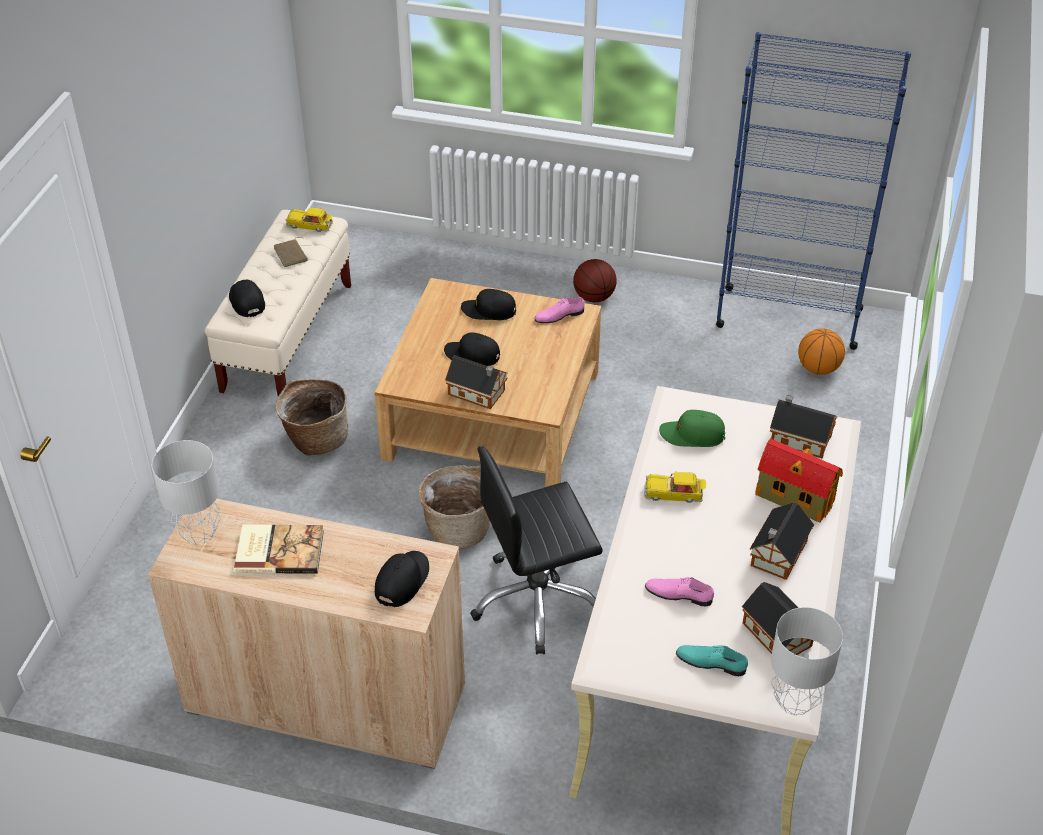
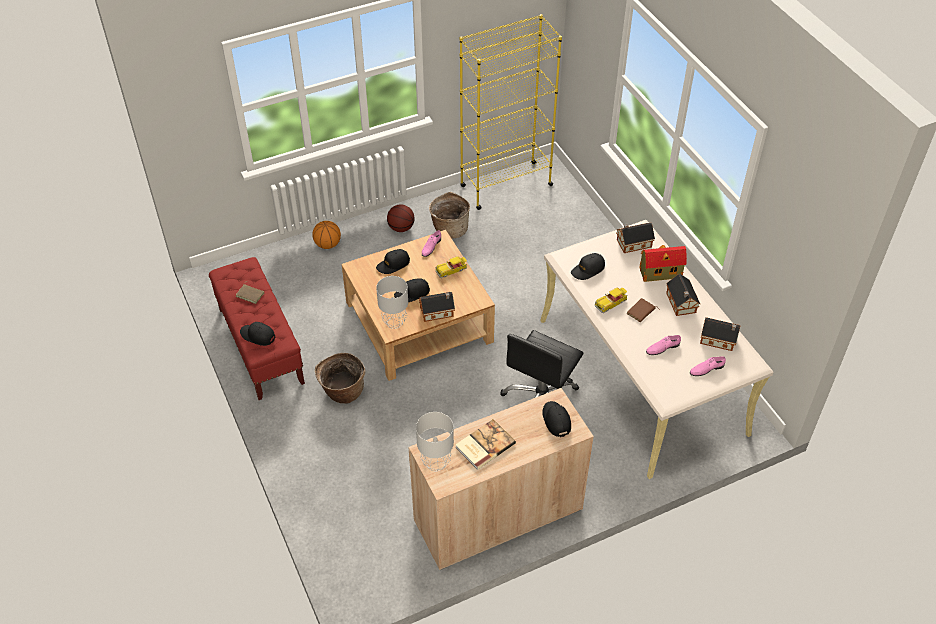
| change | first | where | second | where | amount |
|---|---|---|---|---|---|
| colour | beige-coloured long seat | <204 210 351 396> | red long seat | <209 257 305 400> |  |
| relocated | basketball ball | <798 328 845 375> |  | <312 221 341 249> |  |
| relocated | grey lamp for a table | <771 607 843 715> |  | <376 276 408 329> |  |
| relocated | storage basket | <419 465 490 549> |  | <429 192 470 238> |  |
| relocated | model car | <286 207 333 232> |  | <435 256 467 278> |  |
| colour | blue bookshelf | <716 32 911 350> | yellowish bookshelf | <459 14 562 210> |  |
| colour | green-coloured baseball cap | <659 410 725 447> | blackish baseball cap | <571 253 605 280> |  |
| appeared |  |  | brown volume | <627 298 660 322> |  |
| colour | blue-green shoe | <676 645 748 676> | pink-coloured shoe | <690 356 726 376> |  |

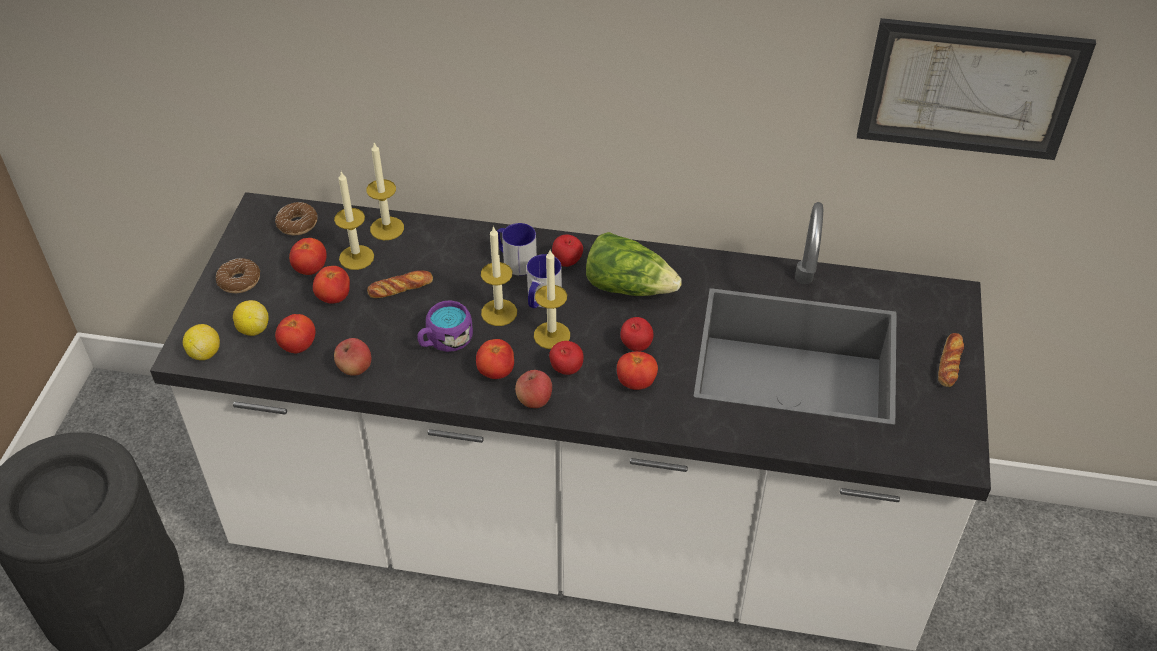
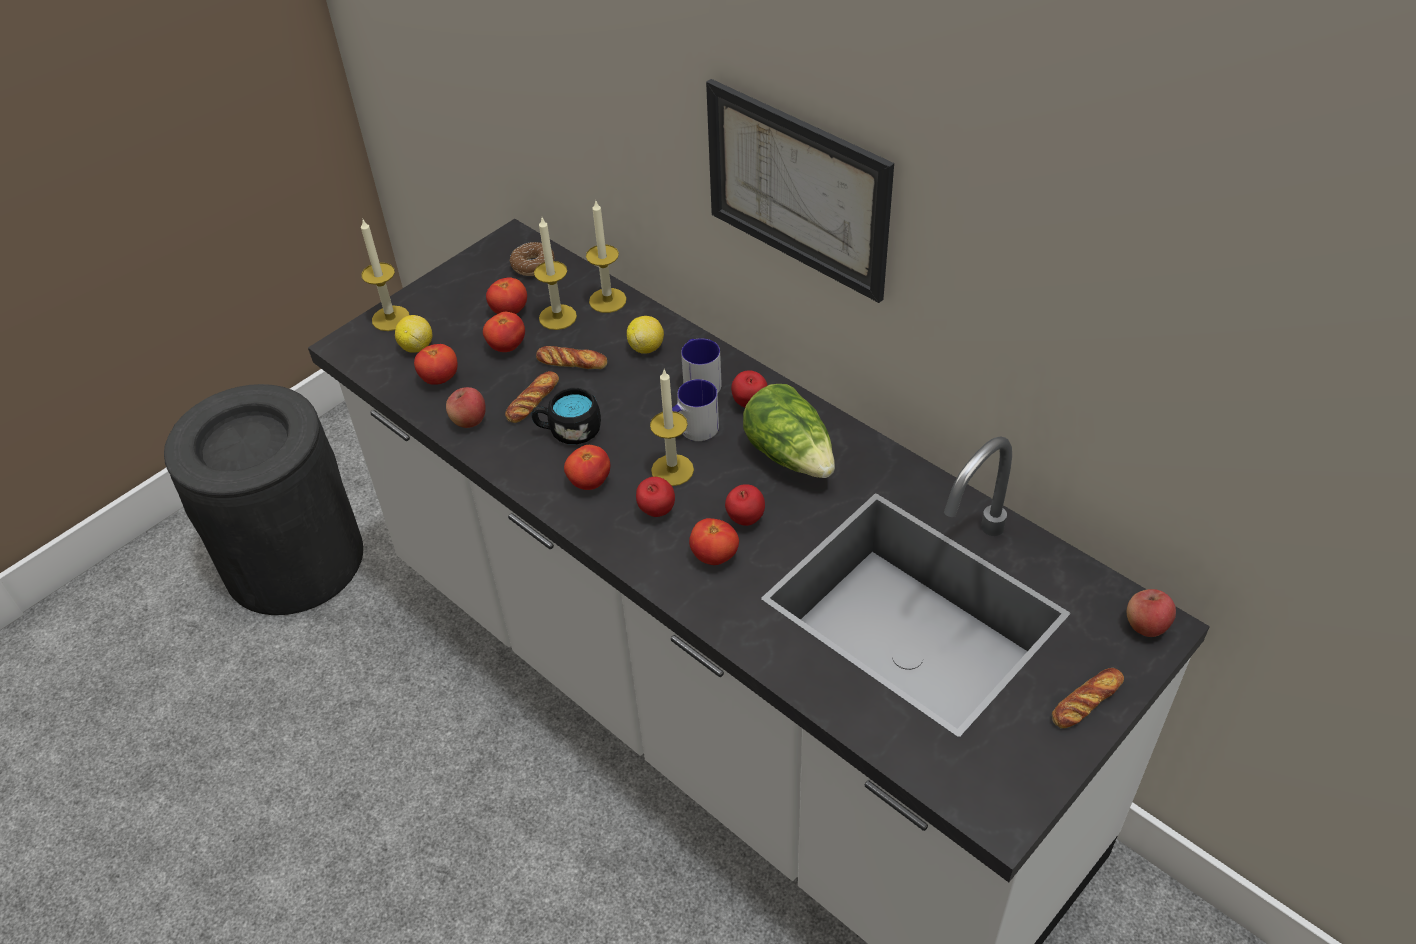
| change | first | where | second | where | amount |
|---|---|---|---|---|---|
| relocated | wax light | <481 226 517 326> |  | <361 220 409 331> |  |
| appeared |  |  | bread | <505 371 559 423> |  |
| colour | purplish tea mug | <417 300 473 352> | blackish tea mug | <531 388 601 444> |  |
| relocated | whole lemon | <183 324 220 360> |  | <627 316 664 354> |  |
| relocated | picture | <857 18 1096 160> |  | <706 79 894 303> |  |
| relocated | apple fruit | <515 370 552 408> |  | <1127 589 1176 637> |  |
| missing | doughnut | <216 258 260 293> |  |  |  |

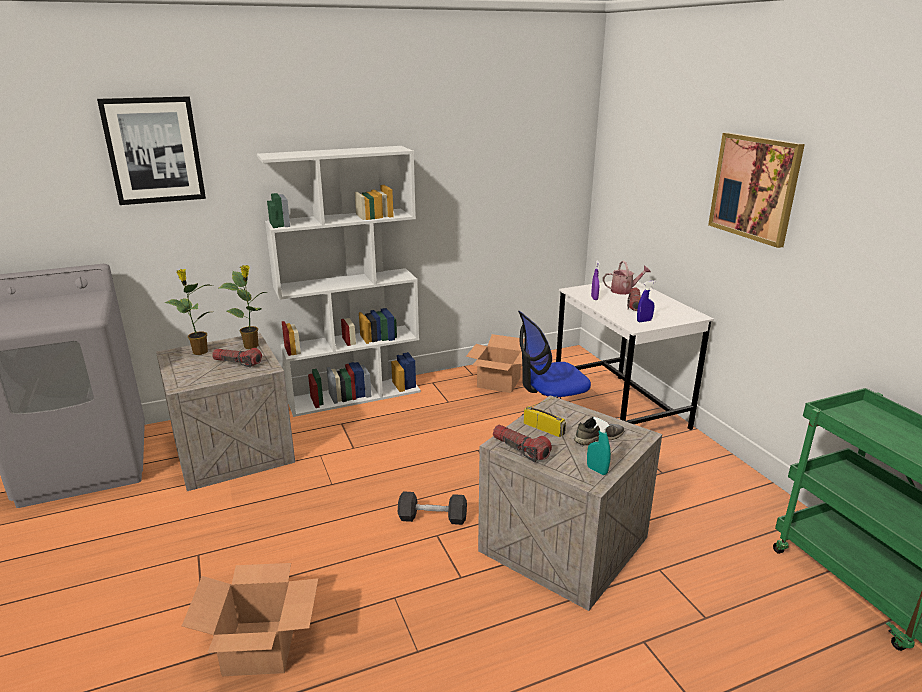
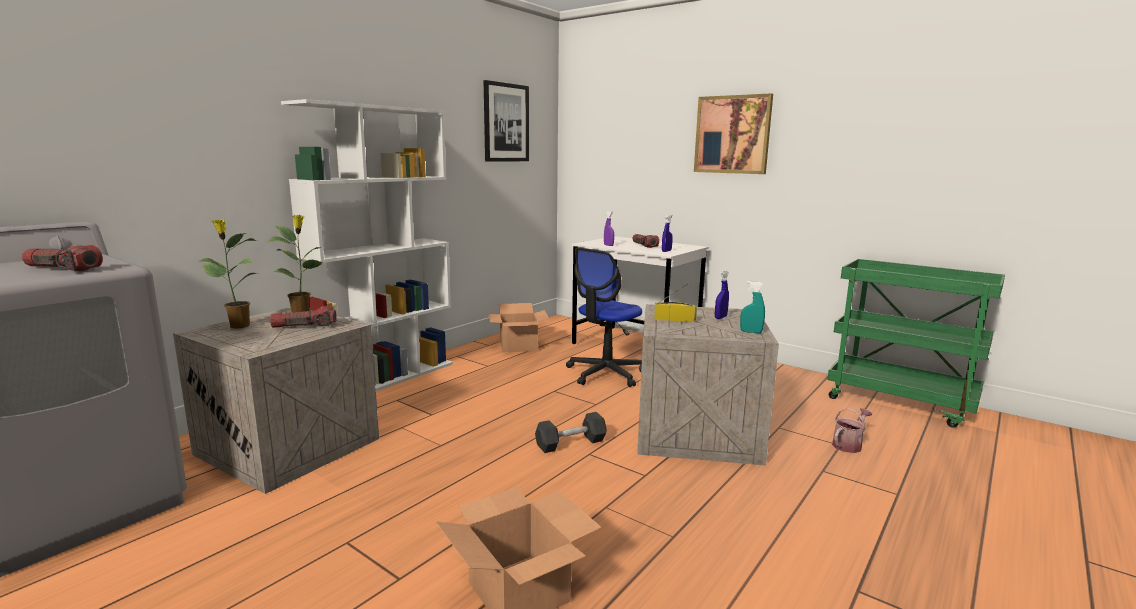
| change | first | where | second | where | amount |
|---|---|---|---|---|---|
| relocated | hand torch | <493 425 552 462> |  | <22 245 103 271> |  |
| relocated | picture | <97 96 206 205> |  | <484 80 529 161> |  |
| exchanged | grey shoe | <574 417 624 445> | blue hand sprayer | <715 270 729 319> |  |
| relocated | watering pot | <603 261 651 295> |  | <832 408 872 453> |  |

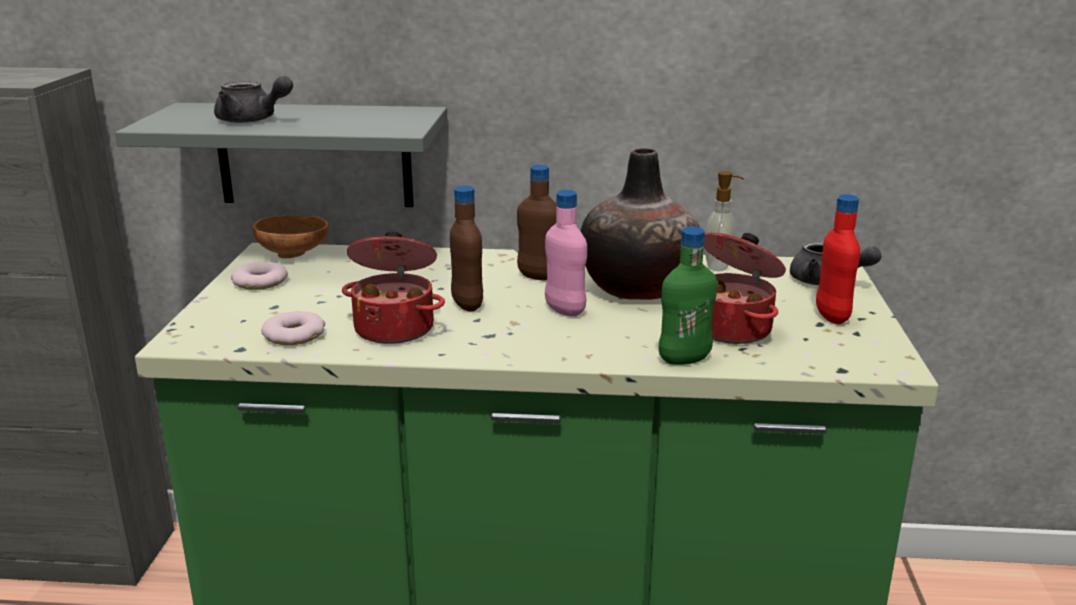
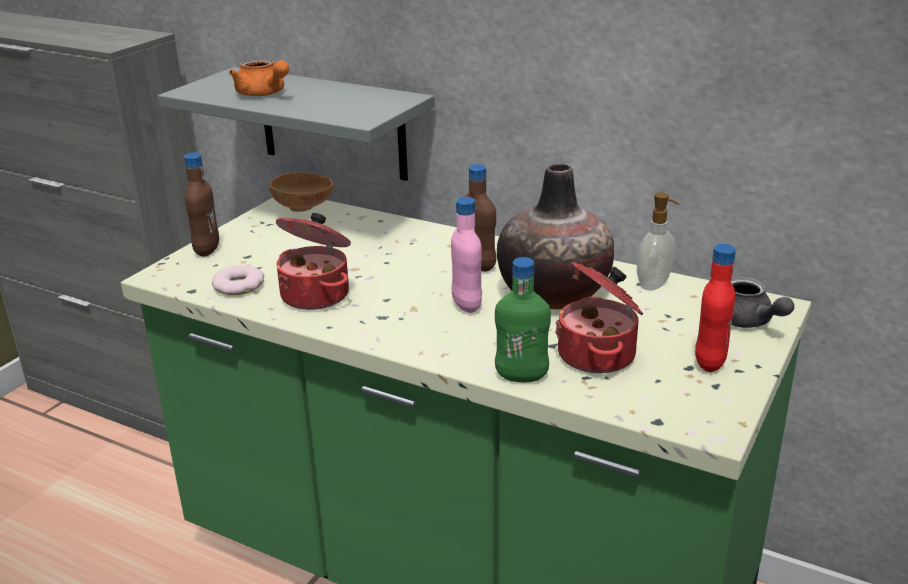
| change | first | where | second | where | amount |
|---|---|---|---|---|---|
| relocated | brown drink bottle | <450 185 483 312> |  | <184 153 219 257> |  |
| colour | grey tea pot | <214 76 293 123> | orange-coloured tea pot | <229 58 289 96> |  |
| missing | doughnut | <231 262 288 290> |  |  |  |

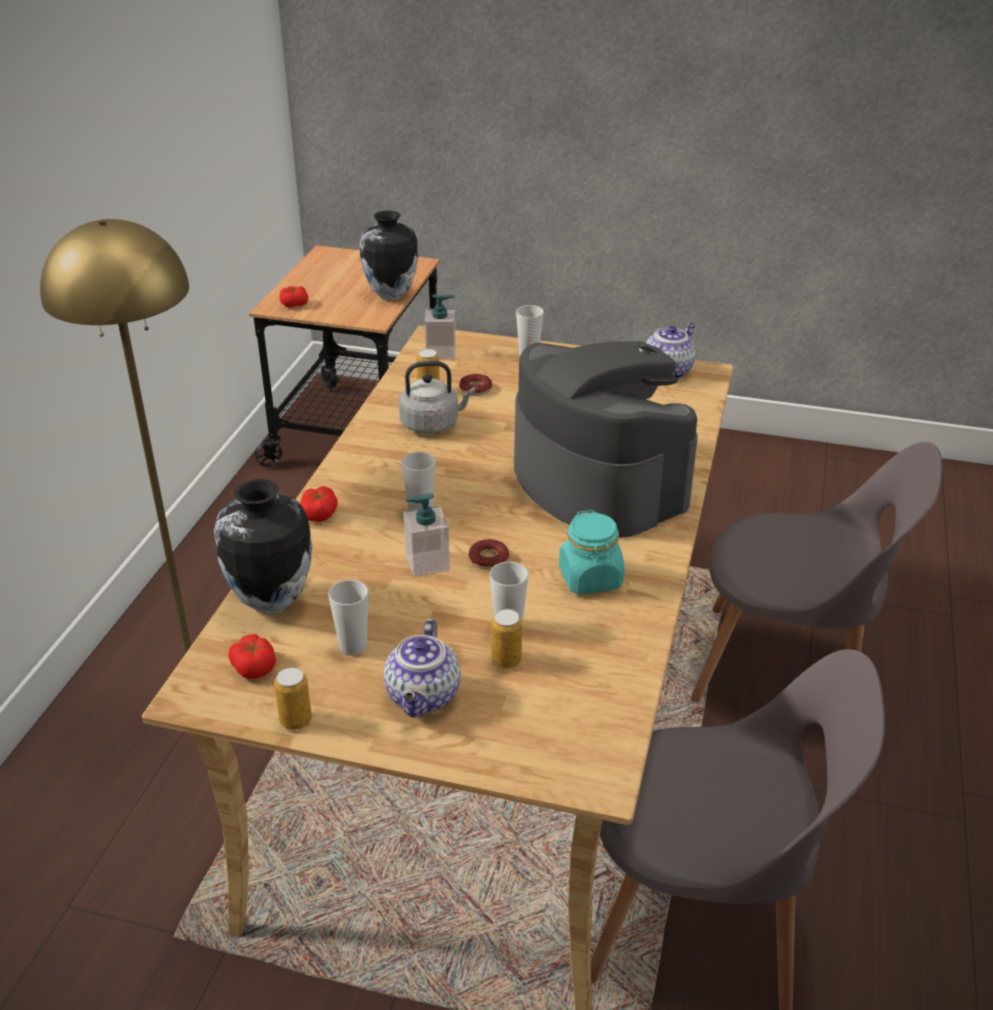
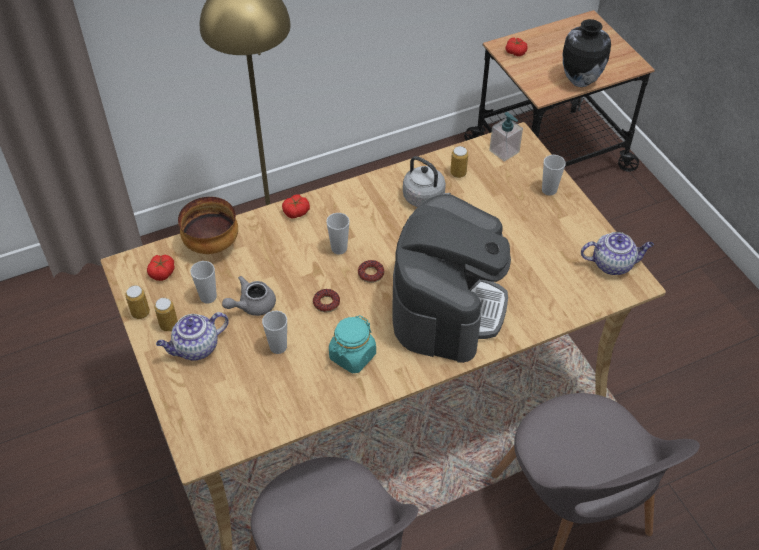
| change | first | where | second | where | amount |
|---|---|---|---|---|---|
| relocated | metal can | <491 609 522 668> |  | <154 298 178 331> |  |
| exchanged | vase | <214 479 312 614> | deep dish | <178 197 238 254> |  |
| appeared |  |  | grey tea pot | <222 276 276 316> |  |
| relocated | doughnut | <459 374 492 396> |  | <358 260 384 283> |  |
| missing | soap dispenser | <403 493 450 577> |  |  |  |

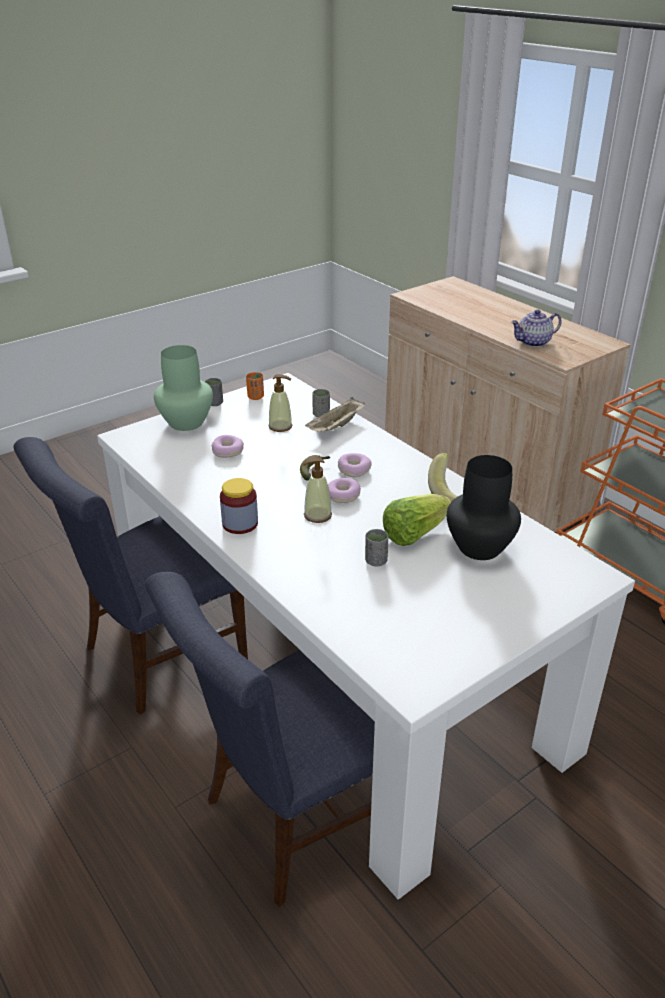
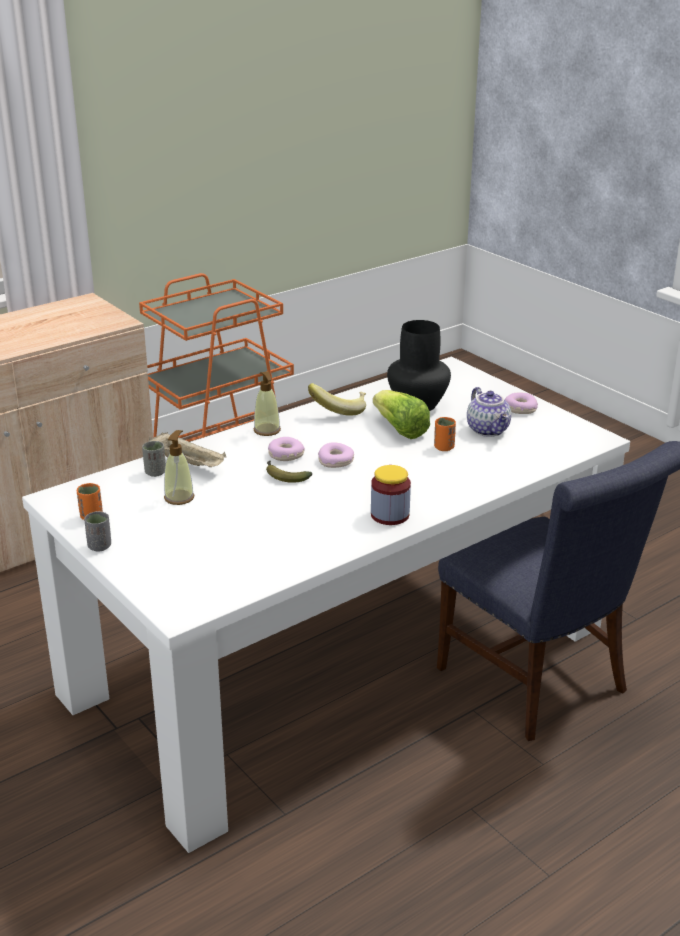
| change | first | where | second | where | amount |
|---|---|---|---|---|---|
| relocated | soap dispenser | <302 457 332 523> |  | <253 371 281 436> |  |
| colour | grey drinking cup | <365 529 388 567> | orange-coloured drinking cup | <434 417 456 451> |  |
| relocated | tea pot | <511 310 562 347> |  | <467 387 511 437> |  |
| relocated | doughnut | <211 435 244 458> |  | <505 393 538 414> |  |
| missing | blue chair | <13 437 248 715> |  |  |  |
| missing | green-coloured vase | <154 345 213 431> |  |  |  |

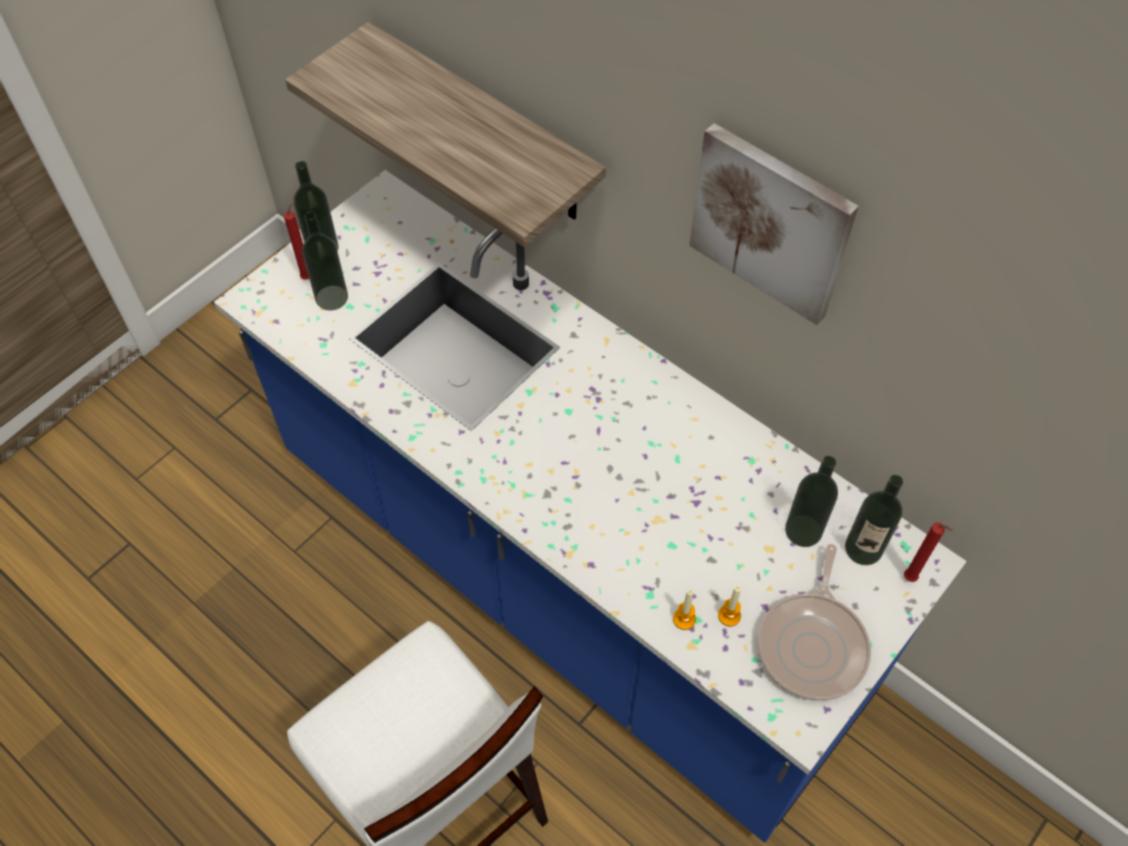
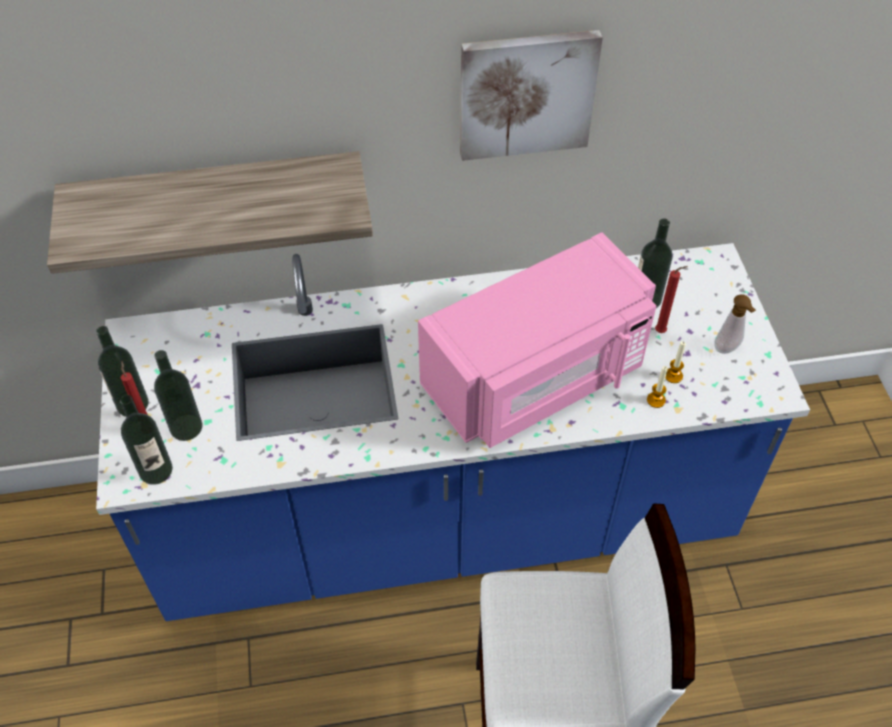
| change | first | where | second | where | amount |
|---|---|---|---|---|---|
| relocated | drink bottle | <845 475 903 565> |  | <120 395 173 485> |  |
| appeared |  |  | pink-coloured microwave oven | <418 232 656 448> |  |
| relocated | red wax light | <904 522 953 582> |  | <655 266 688 333> |  |
| exchanged | frying pan | <757 544 871 701> | soap dispenser | <714 294 756 354> |  |

